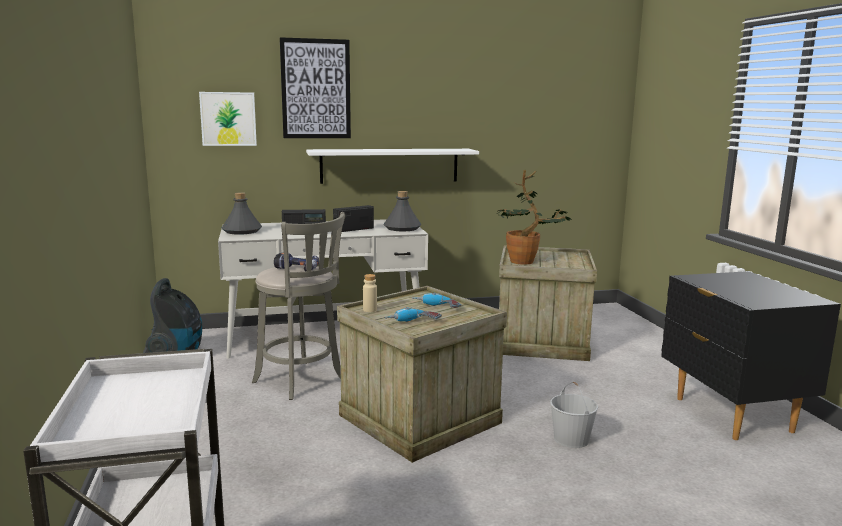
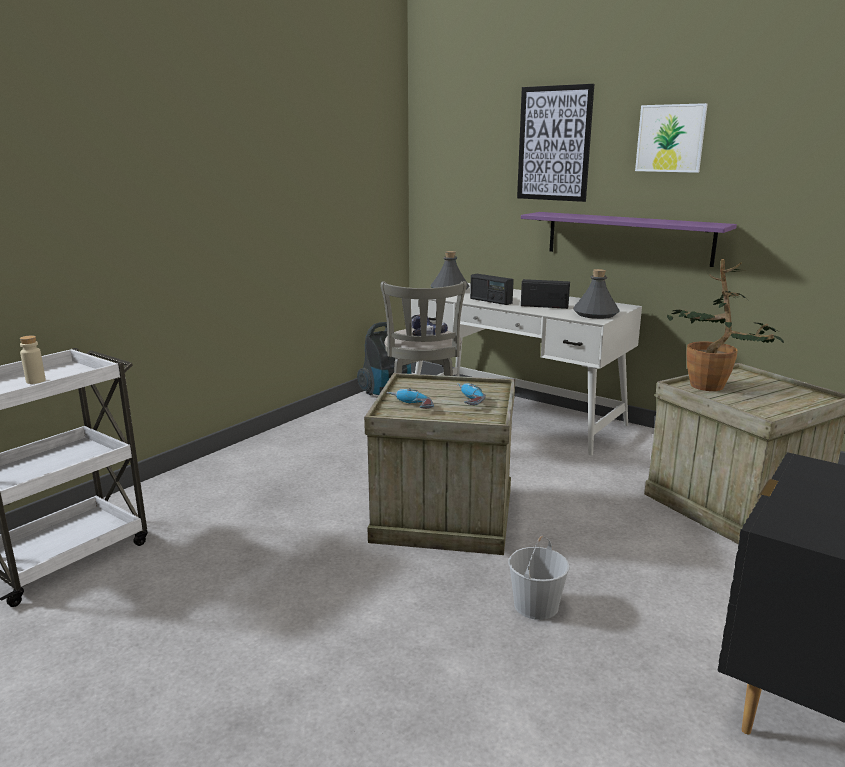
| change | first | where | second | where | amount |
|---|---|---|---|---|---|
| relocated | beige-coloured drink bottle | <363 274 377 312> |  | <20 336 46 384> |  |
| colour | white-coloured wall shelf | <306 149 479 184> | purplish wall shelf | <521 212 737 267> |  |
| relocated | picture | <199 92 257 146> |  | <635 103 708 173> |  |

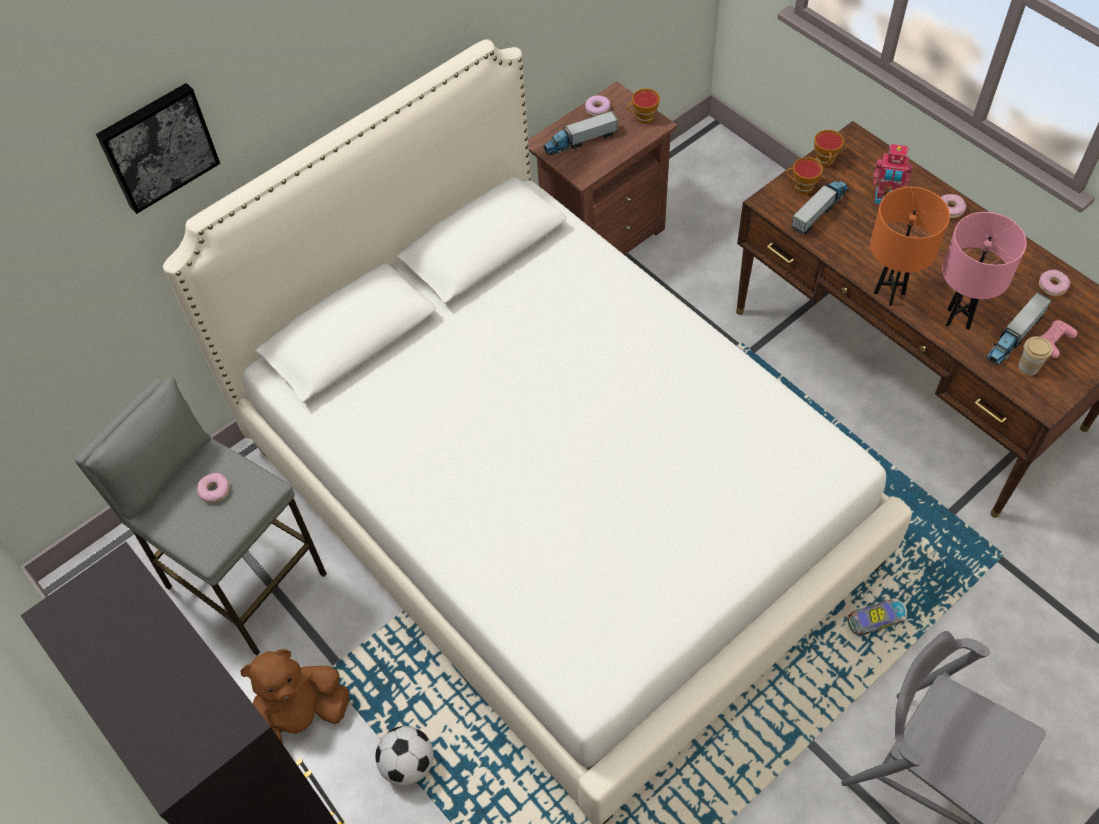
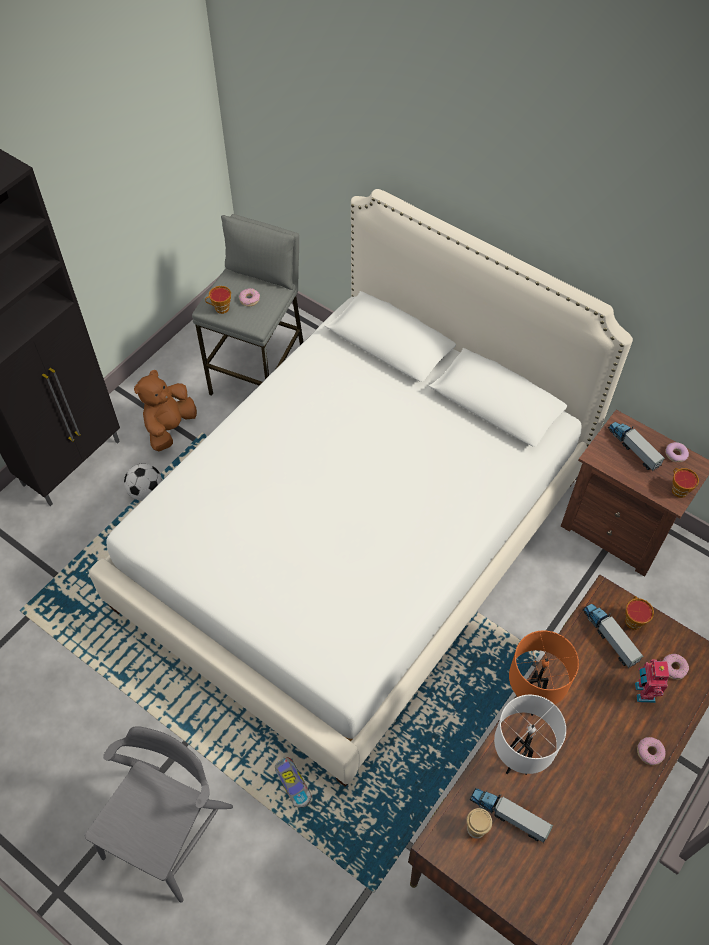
| change | first | where | second | where | amount |
|---|---|---|---|---|---|
| spun | brown cuddly toy | <241 649 349 744> |  | <134 370 197 451> | 105 degrees counterclockwise |
| relocated | drinking cup | <814 130 844 167> |  | <205 286 231 314> |  |
| colour | pink-coloured lamp for a table | <942 212 1027 330> | white-coloured lamp for a table | <494 695 566 775> |  |
| spun | model truck | <791 181 849 235> |  | <583 604 643 669> | 150 degrees counterclockwise |
| relocated | doughnut | <1039 270 1070 296> |  | <663 654 689 680> |  |
| missing | picture | <96 83 220 214> |  |  |  |
| missing | pink-coloured joypad | <1040 320 1077 358> |  |  |  |

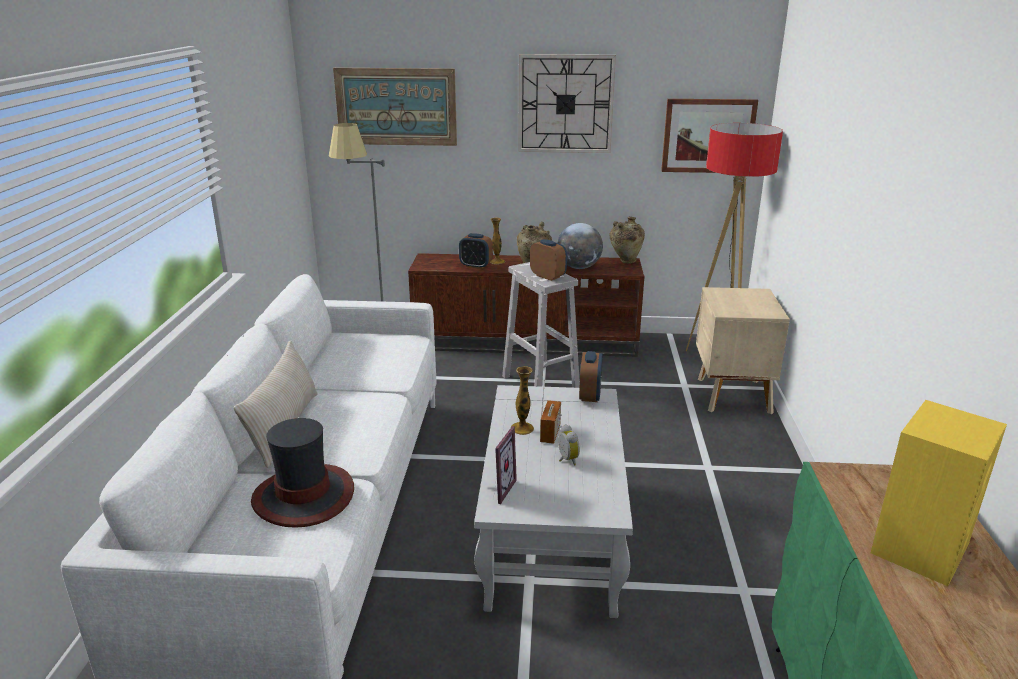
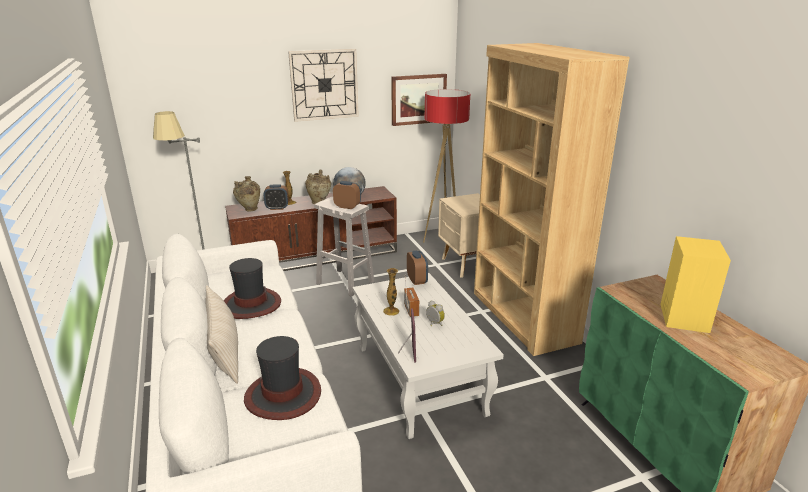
| change | first | where | second | where | amount |
|---|---|---|---|---|---|
| appeared |  |  | hat | <224 258 281 319> |  |
| relocated | beige-coloured vase | <609 217 645 263> |  | <233 176 260 212> |  |
| appeared |  |  | brown bookshelf | <474 43 629 356> |  |
| missing | picture | <333 68 457 146> |  |  |  |

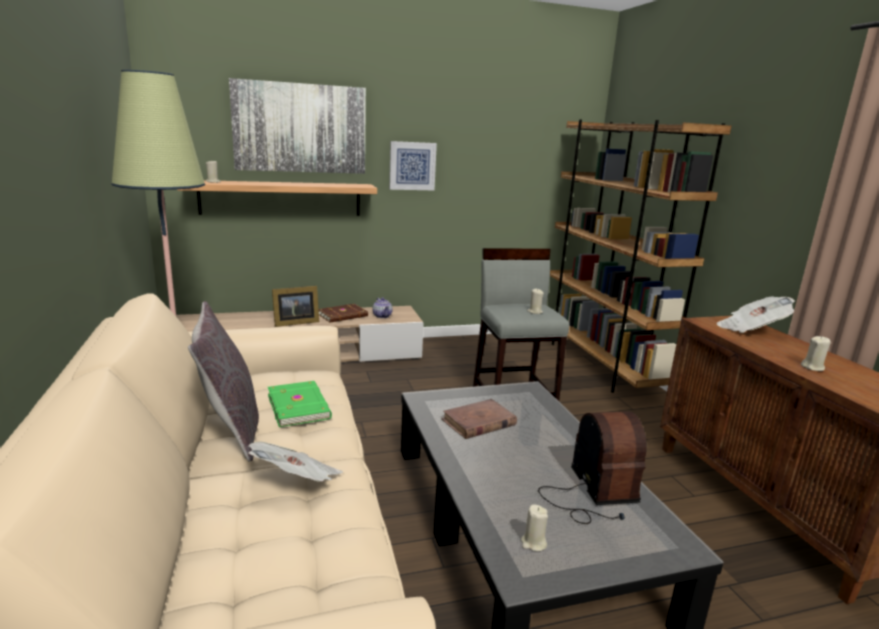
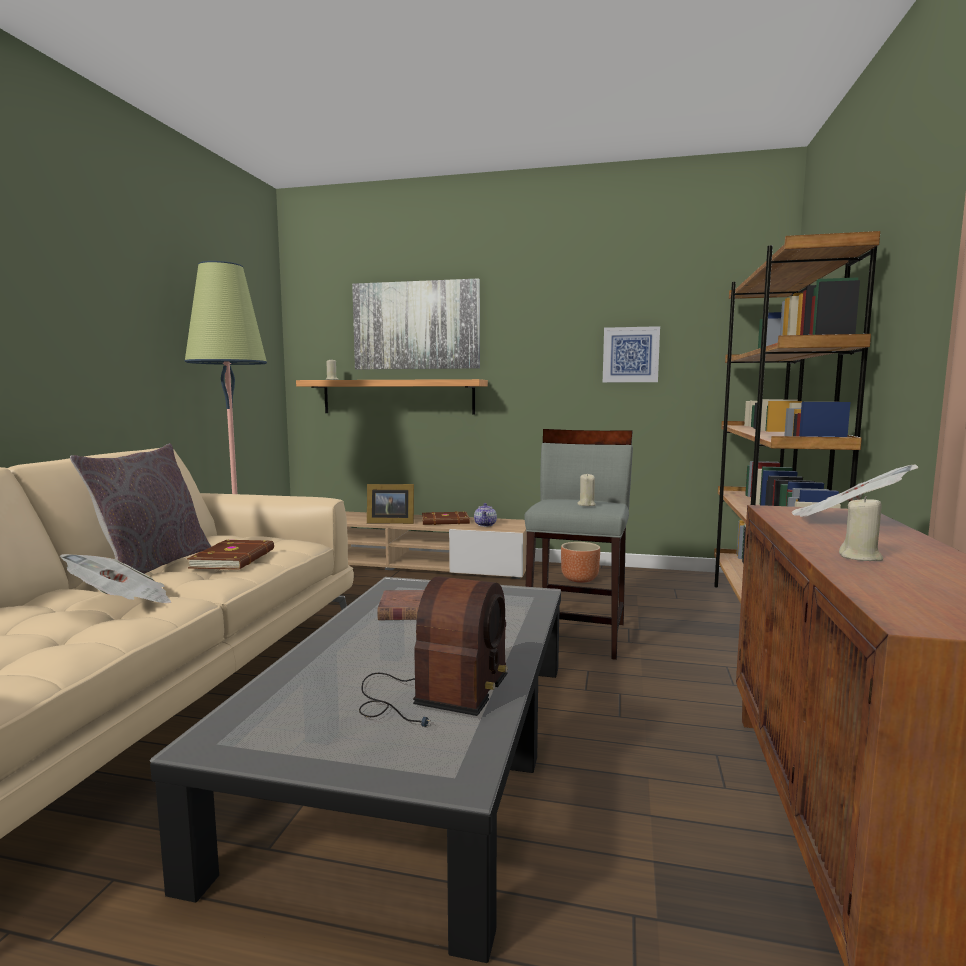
| change | first | where | second | where | amount |
|---|---|---|---|---|---|
| colour | green-coloured volume | <268 381 332 427> | brown volume | <187 540 274 570> |  |
| appeared |  |  | brown plant pot | <561 542 600 583> |  |
| relocated | picture | <389 141 437 190> |  | <603 326 660 382> |  |
| missing | beige-coloured wax light | <521 504 548 551> |  |  |  |

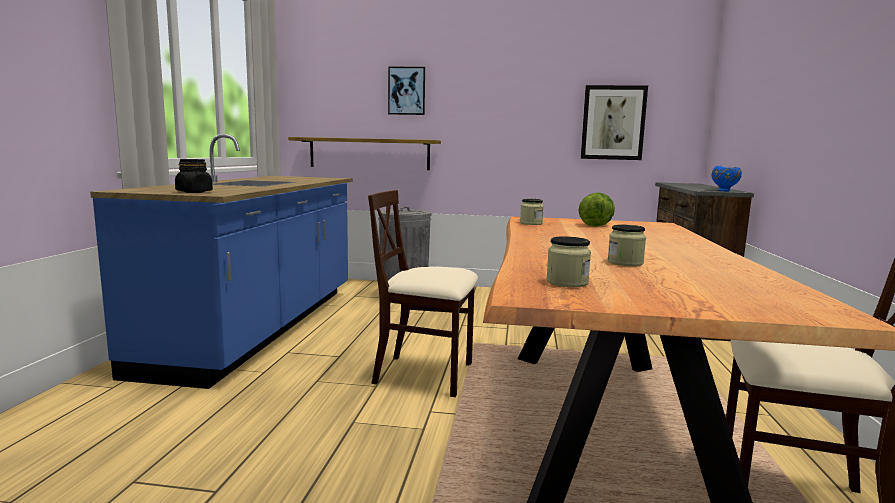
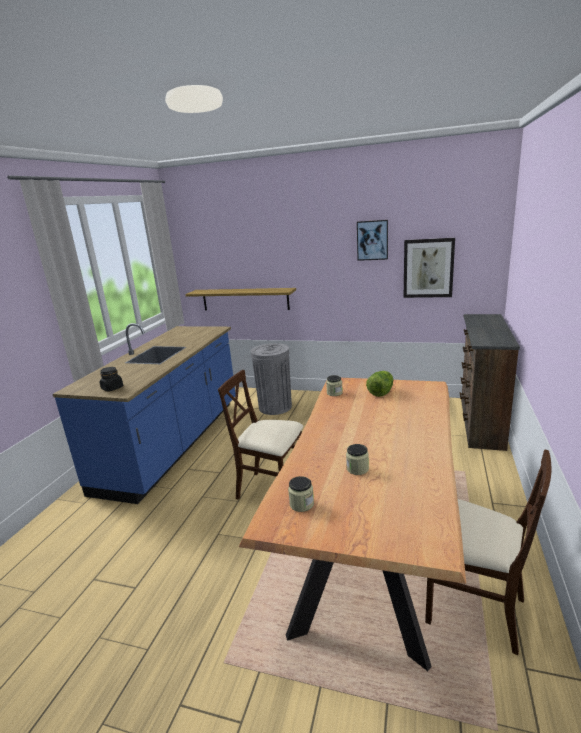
| change | first | where | second | where | amount |
|---|---|---|---|---|---|
| relocated | picture | <388 67 425 115> |  | <357 220 388 261> |  |
| missing | blue deep dish | <712 166 742 191> |  |  |  |

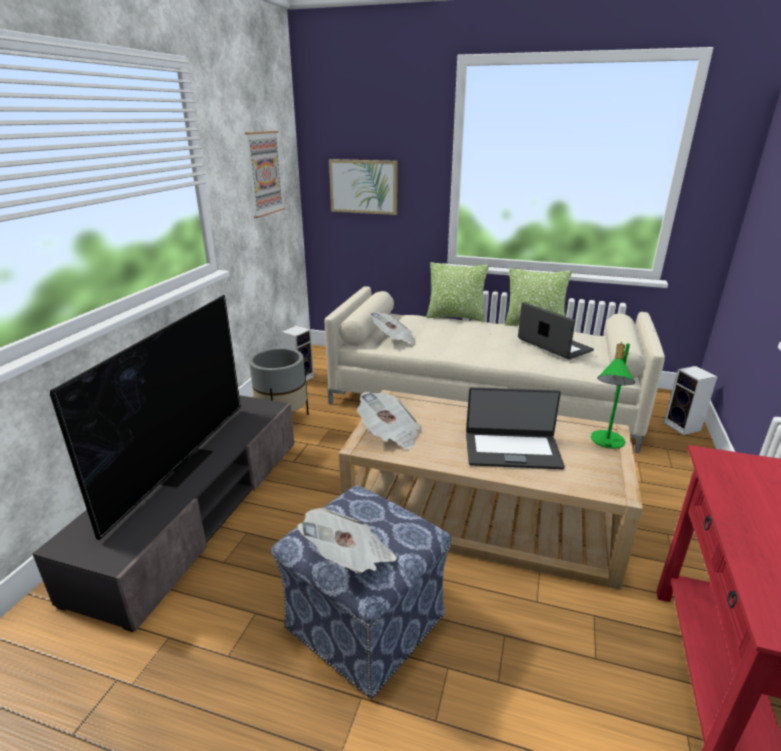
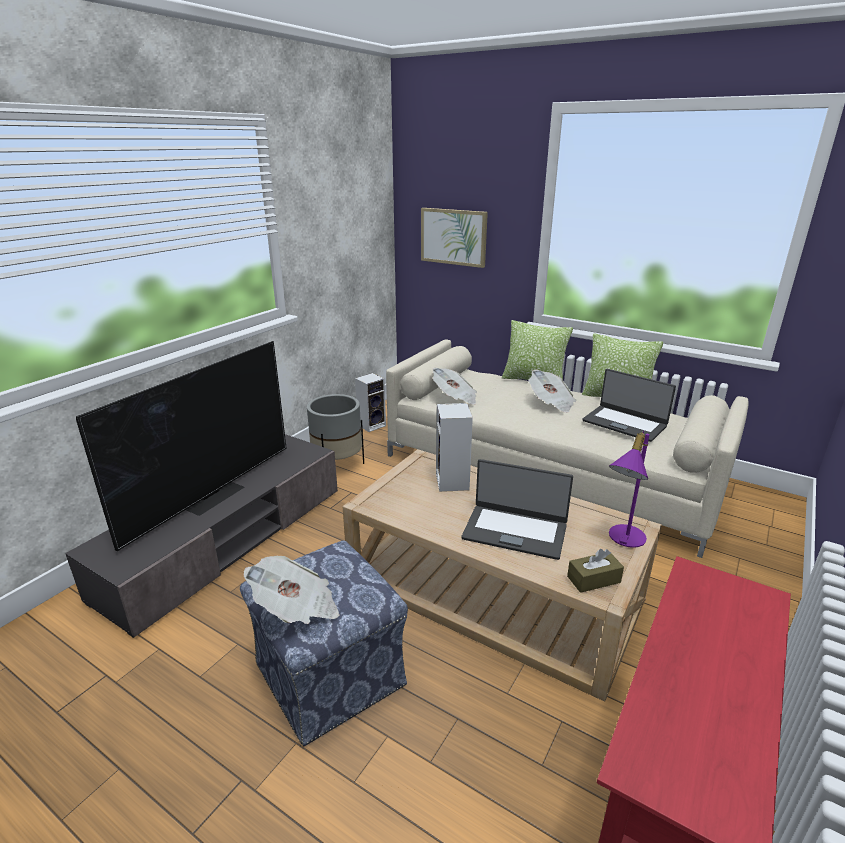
| change | first | where | second | where | amount |
|---|---|---|---|---|---|
| relocated | speaker | <664 366 717 435> |  | <436 403 473 492> |  |
| relocated | newspaper | <357 392 421 449> |  | <528 370 577 413> |  |
| appeared |  |  | brown box of tissues | <567 549 624 593> |  |
| spun | portable computer | <518 302 594 360> |  | <582 369 676 442> | 150 degrees clockwise |
| colour | green-coloured lamp for a table | <591 342 635 449> | purplish lamp for a table | <609 431 649 548> |  |
| missing | picture | <245 131 285 218> |  |  |  |

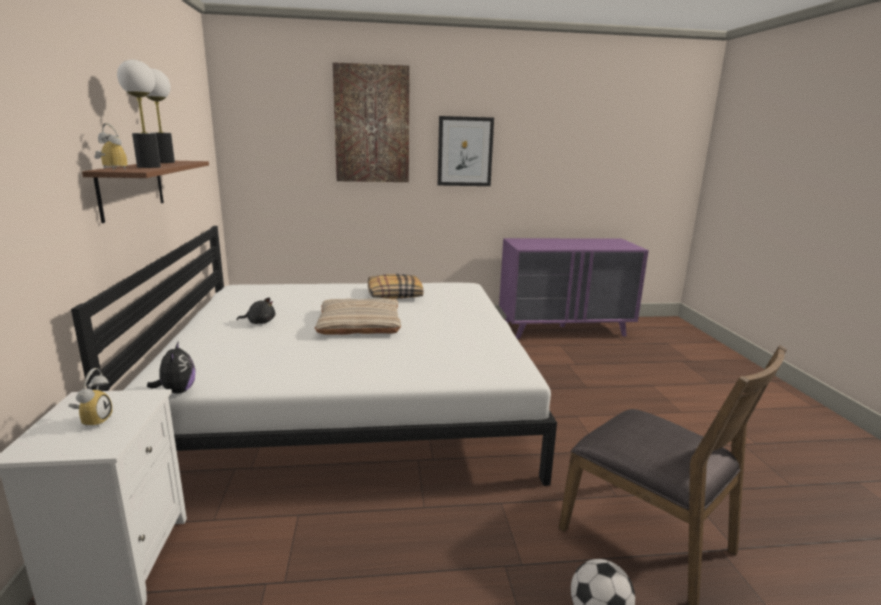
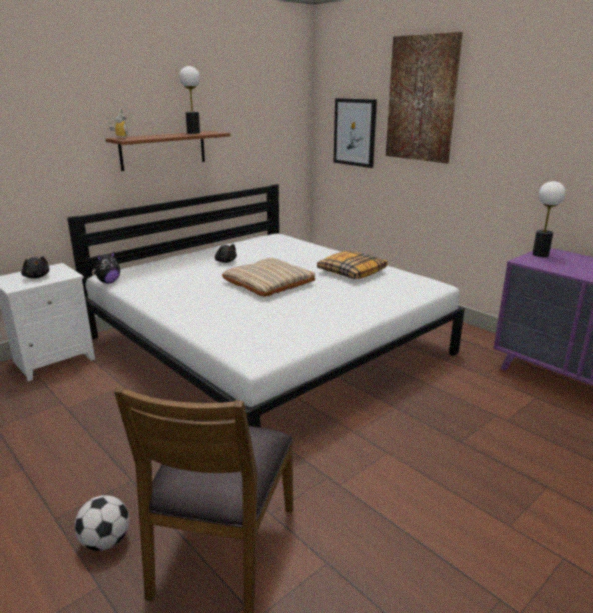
| change | first | where | second | where | amount |
|---|---|---|---|---|---|
| exchanged | bedside clock | <68 368 112 428> | blackish cuddly toy | <21 256 49 279> |  |
| relocated | picture | <438 116 494 186> |  | <334 98 377 168> |  |
| relocated | lamp for a table | <117 60 161 168> |  | <532 181 565 257> |  |

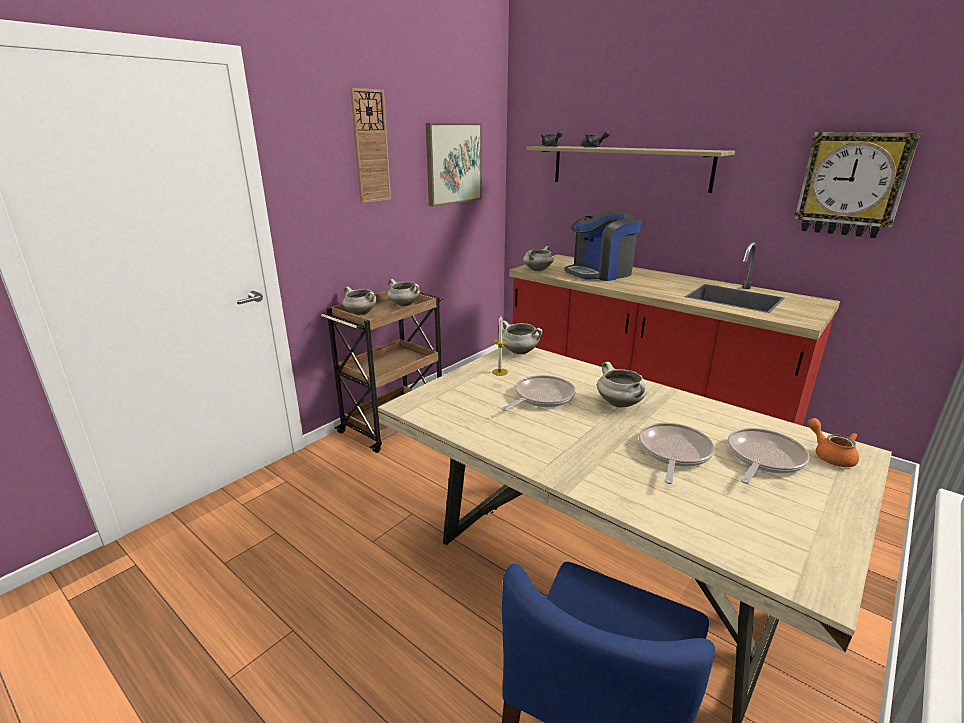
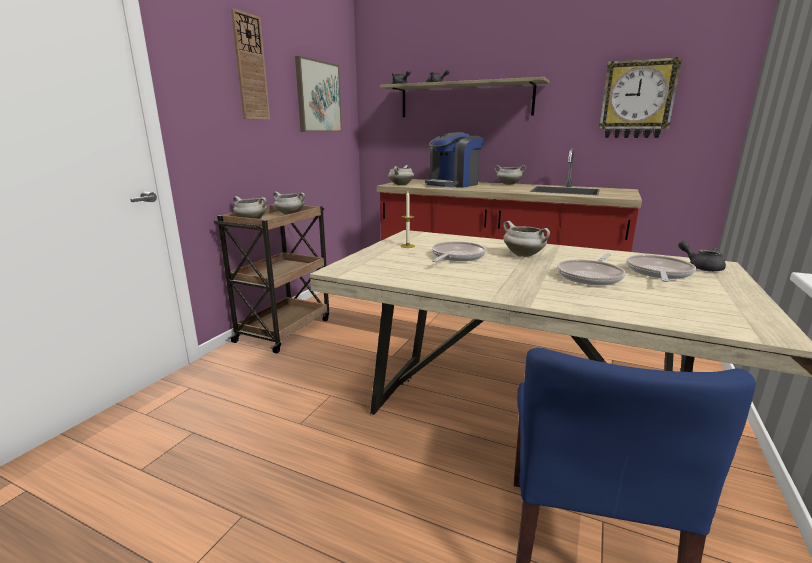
| change | first | where | second | where | amount |
|---|---|---|---|---|---|
| relocated | white-coloured cooking pot | <502 320 543 354> |  | <494 165 526 185> |  |
| spun | frying pan | <639 423 715 484> |  | <557 253 625 285> | 150 degrees counterclockwise |
| colour | orange-coloured tea pot | <808 418 859 467> | grey tea pot | <678 241 726 272> |  |

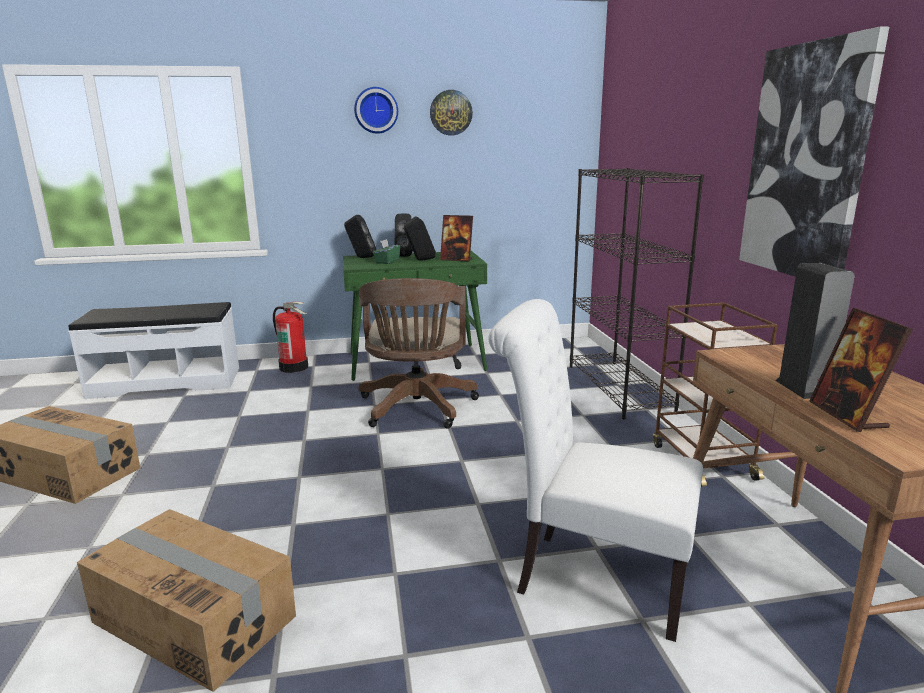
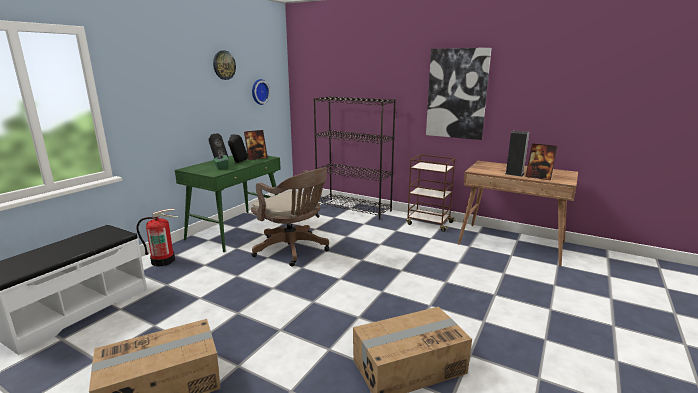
| change | first | where | second | where | amount |
|---|---|---|---|---|---|
| relocated | wall clock | <354 87 398 134> |  | <252 79 270 105> |  |
| missing | blackish speaker | <344 215 376 258> |  |  |  |
| missing | white-coloured chair | <489 299 703 642> |  |  |  |

